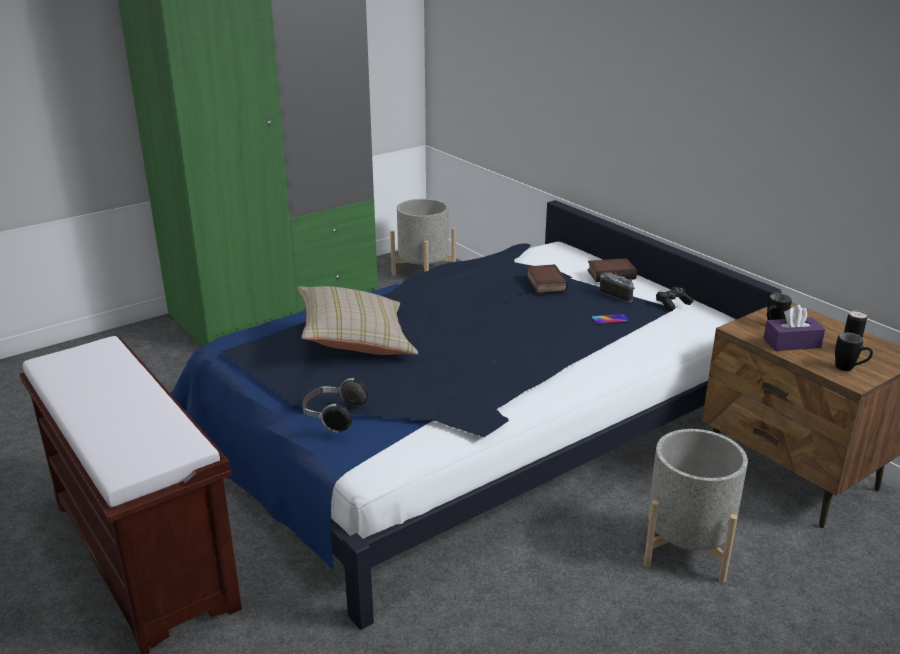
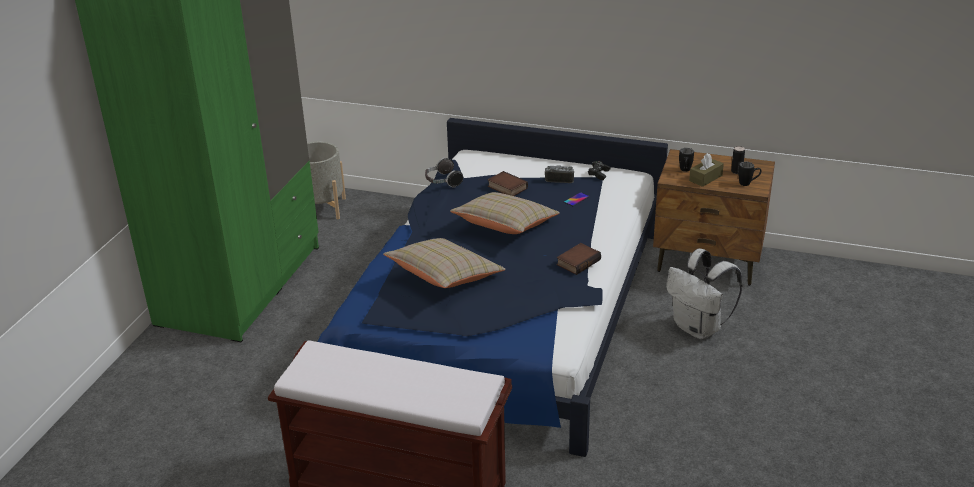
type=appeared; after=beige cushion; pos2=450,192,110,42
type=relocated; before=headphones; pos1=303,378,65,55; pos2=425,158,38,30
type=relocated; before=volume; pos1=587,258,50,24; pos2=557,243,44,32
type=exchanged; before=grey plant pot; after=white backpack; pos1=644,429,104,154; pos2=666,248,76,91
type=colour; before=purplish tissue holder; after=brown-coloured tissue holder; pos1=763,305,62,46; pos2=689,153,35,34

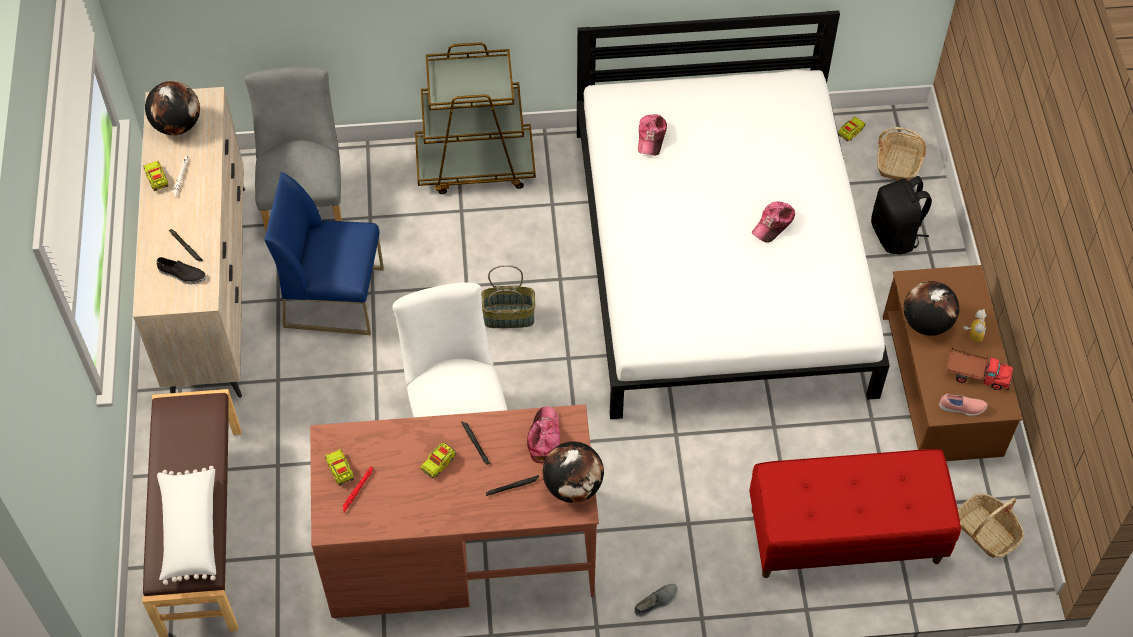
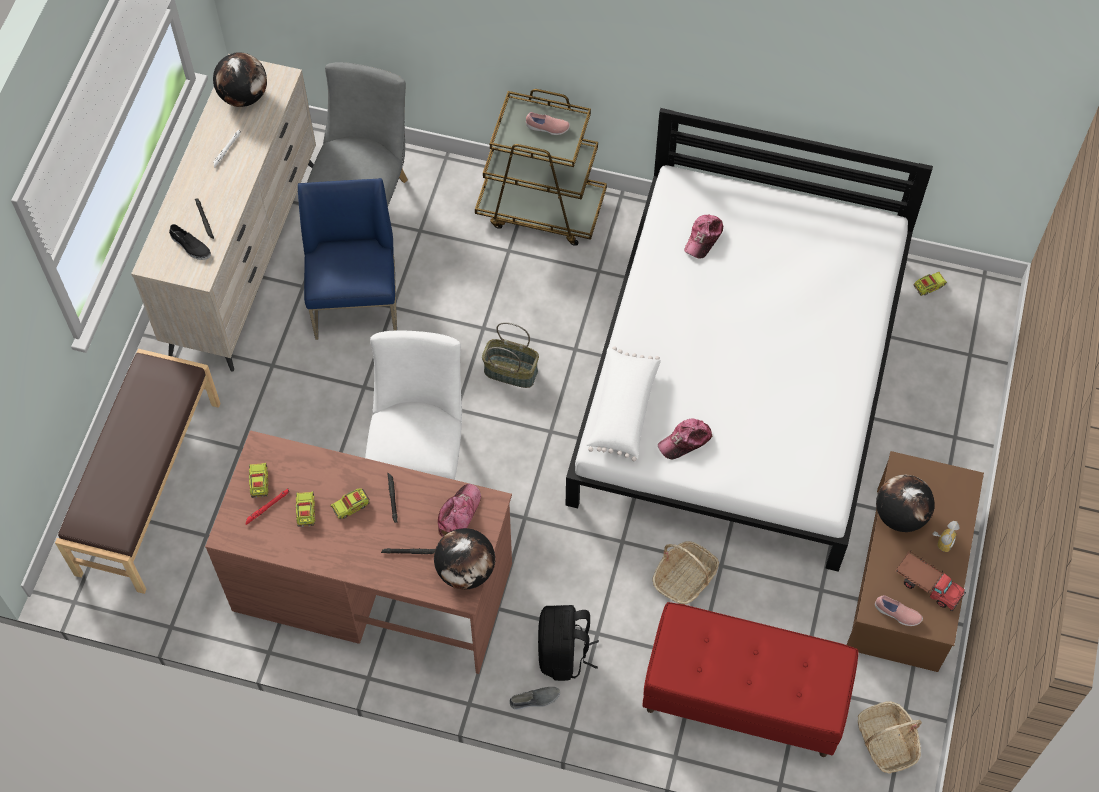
type=appeared; after=pinkish low shoe; pos2=526,112,44,23
type=relocated; before=model truck; pos1=143,161,26,30; pos2=296,491,19,36
type=relocated; before=white cushion; pos1=157,466,59,119; pos2=586,346,75,115
type=relocated; before=baseball cap; pos1=752,201,43,42; pos2=658,418,55,41
type=relocated; before=black-coloured backpack; pos1=871,176,61,79; pos2=538,605,61,76
type=relocated; before=basket; pos1=877,127,49,54; pos2=652,541,67,64
type=spun; before=blue upright chair; pos1=264,172,120,163; pos2=298,178,99,162; turn=60

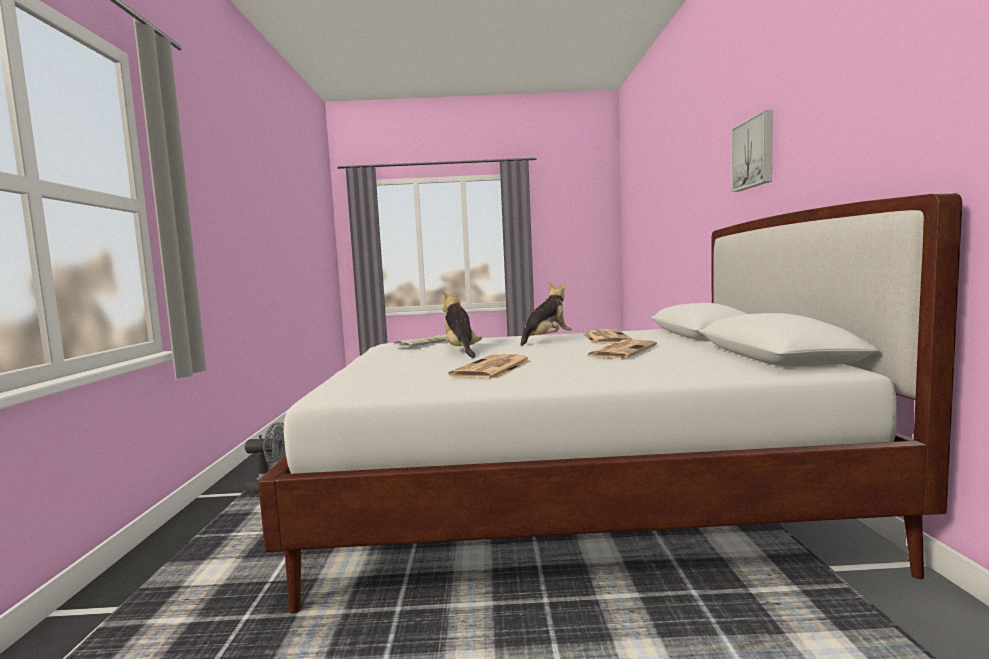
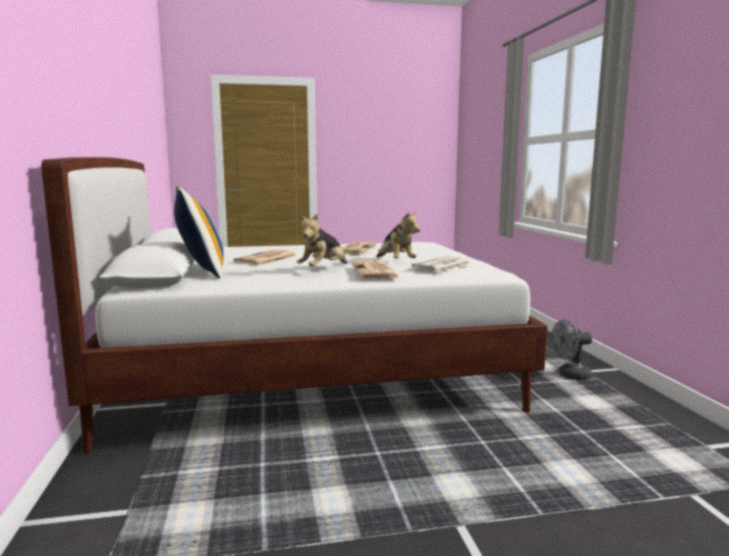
type=missing; before=picture; pos1=731,110,42,82
type=appeared; after=cushion; pos2=174,186,50,93
type=relocated; before=printed paper; pos1=584,329,48,15; pos2=352,260,48,19

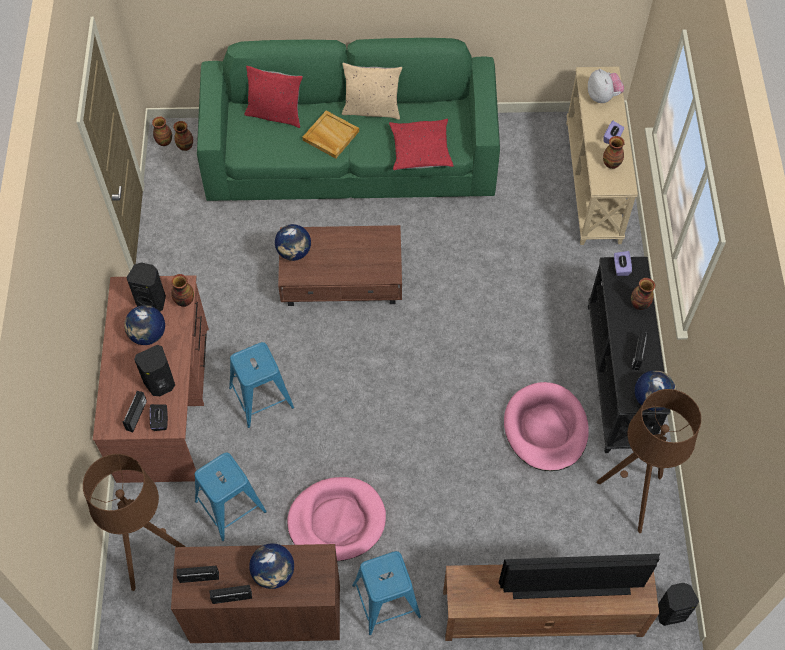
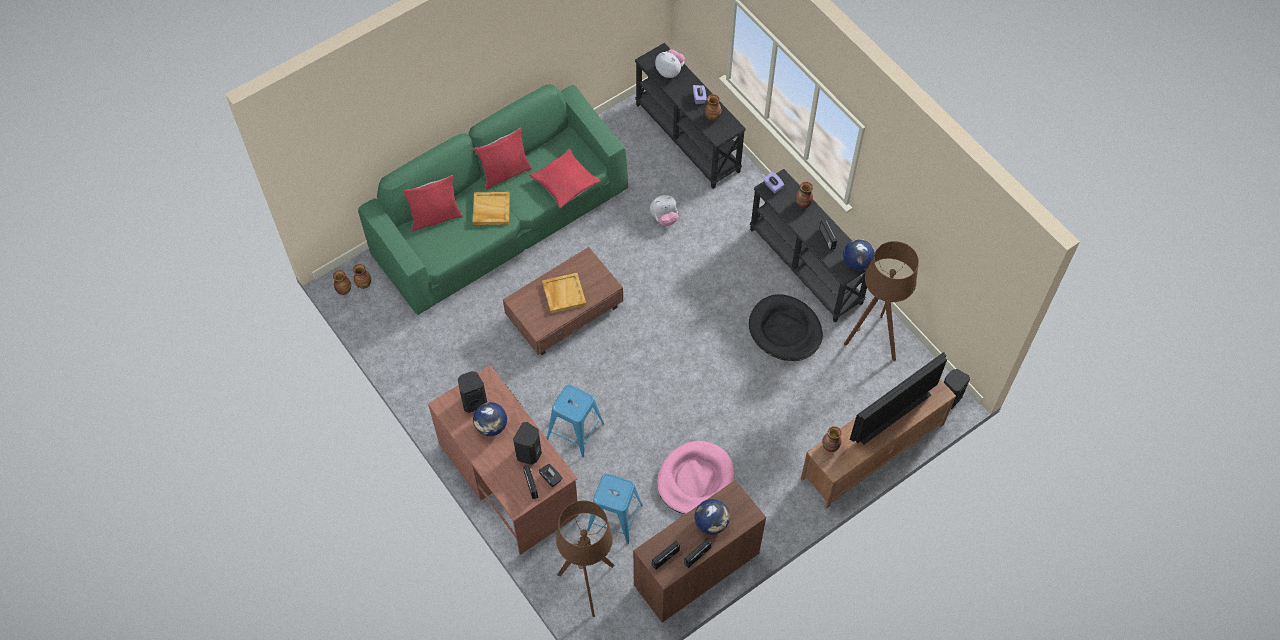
type=missing; before=desk globe; pos1=275,224,36,37
type=missing; before=blue stool; pos1=352,551,69,84
type=appeared; after=beige carrying tray; pos2=542,273,44,40
type=appeared; after=cuddly toy; pos2=650,195,28,31
type=relocated; before=decorative vase; pos1=171,274,23,33; pos2=822,426,20,26
type=colour; before=beige cushion; after=reddish cushion; pos1=342,63,60,57; pos2=474,128,58,61
type=colour; before=pinkish dog bed; after=black-coloured dog bed; pos1=504,382,85,89; pos2=749,294,74,67
type=colour; before=beige hall table; after=black-coloured hall table; pos1=566,67,72,178; pos2=635,43,111,146

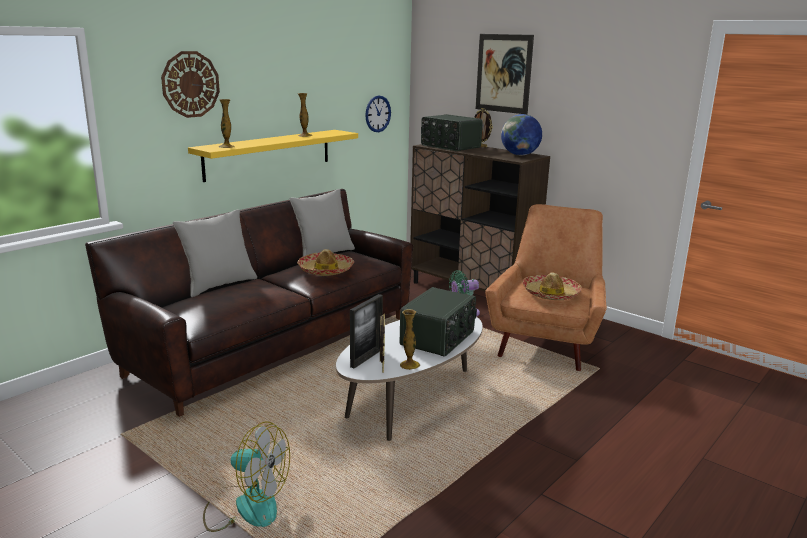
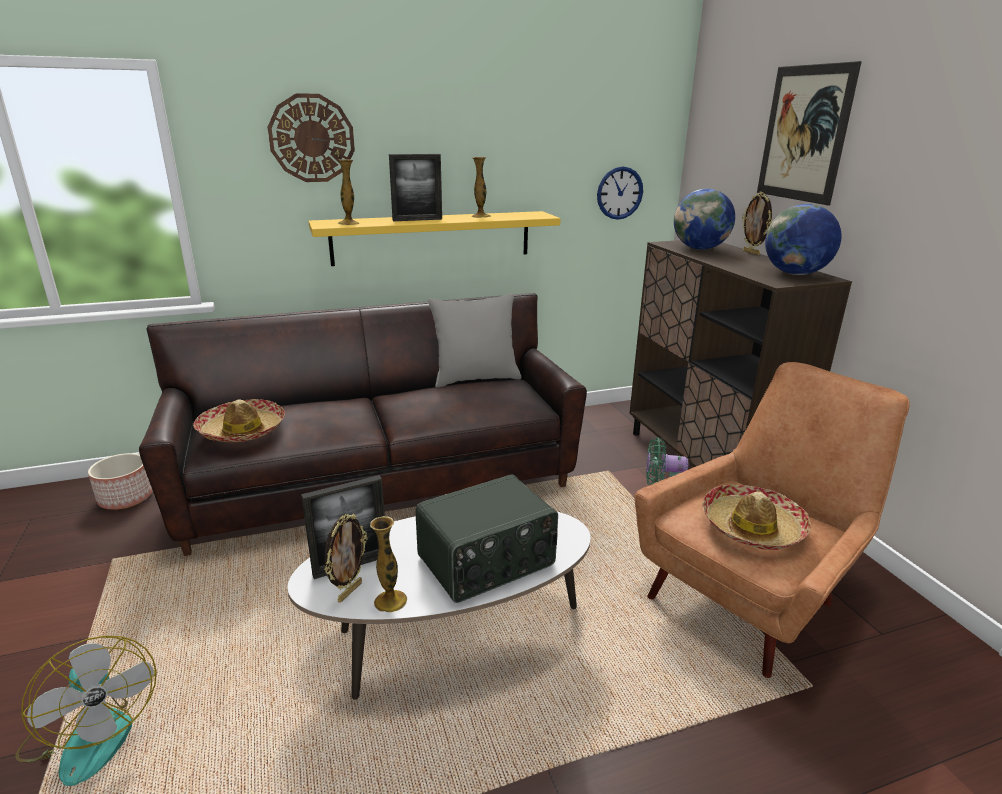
type=missing; before=grey cushion; pos1=173,209,84,88
type=appeared; after=plant pot; pos2=88,453,65,57
type=appeared; after=picture frame; pos2=389,154,53,67
type=relocated; before=hat; pos1=297,249,57,27; pos2=193,399,92,43
type=exchanged; before=radio; after=desk globe; pos1=421,114,62,37; pos2=674,189,61,61

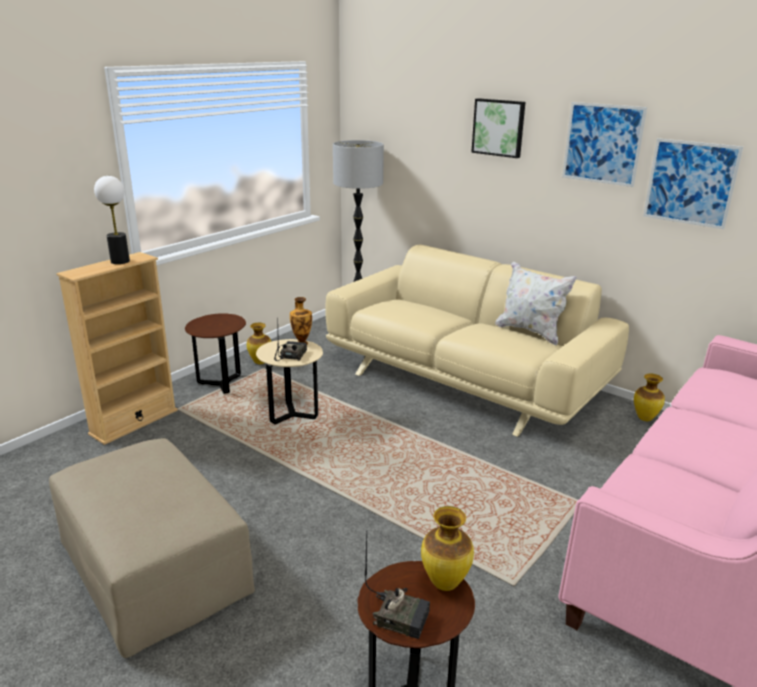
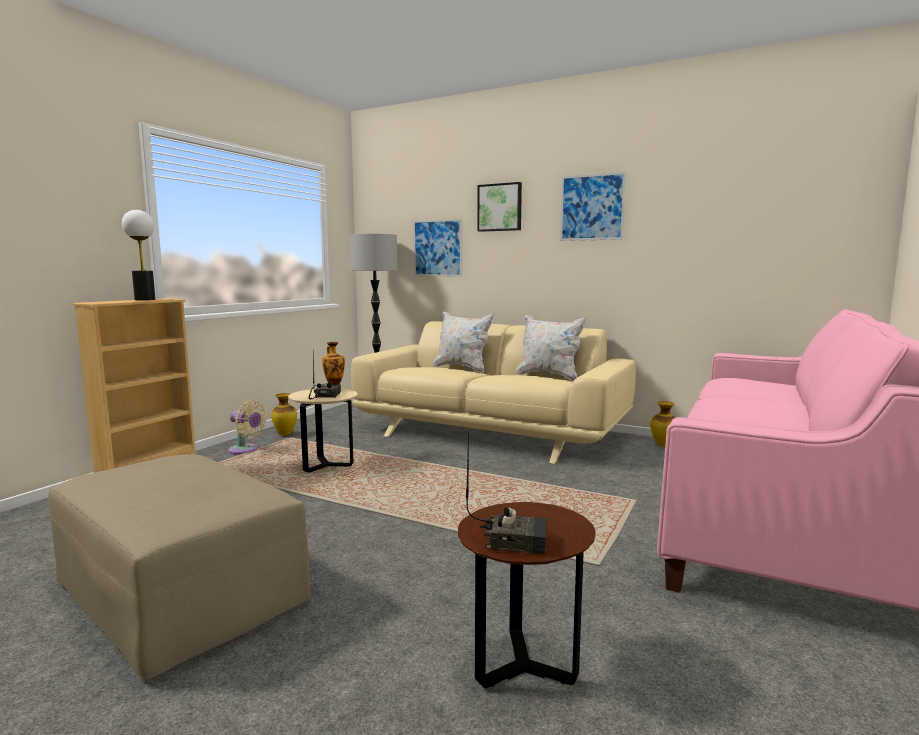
type=missing; before=decorative vase; pos1=421,506,53,85
type=appeared; after=white cushion; pos2=432,312,62,61
type=relocated; before=picture; pos1=643,138,100,91; pos2=413,219,49,57
type=exchanged; before=brown-coloured accent table; after=beige cooling fan; pos1=185,313,61,81; pos2=228,400,39,55

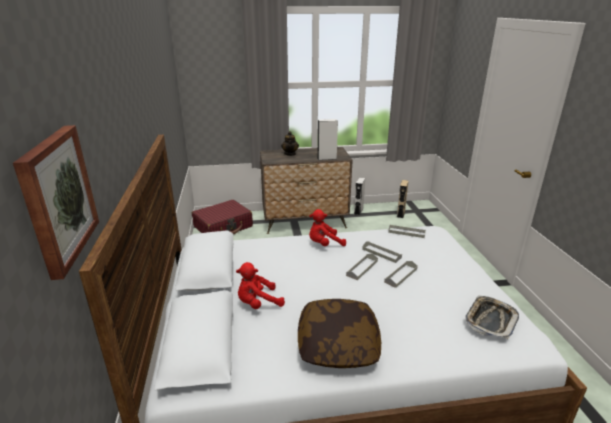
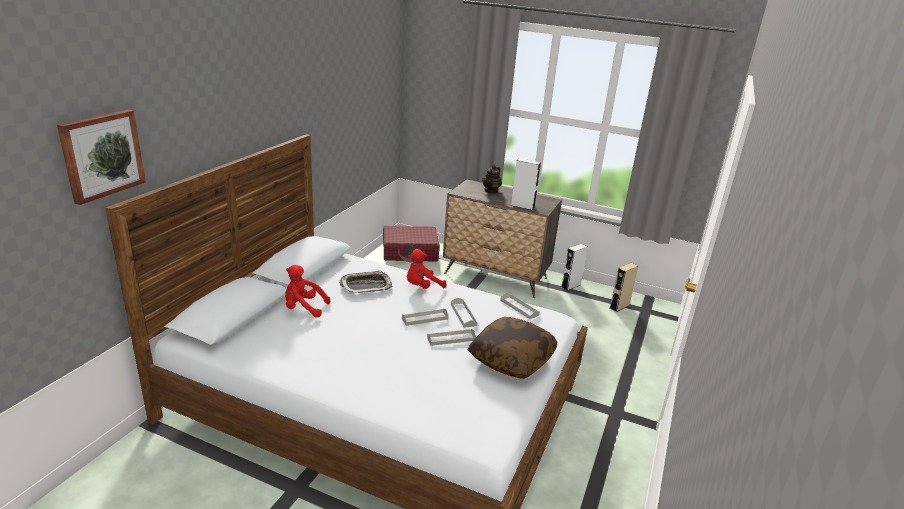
type=relocated; before=cushion; pos1=298,299,83,69; pos2=468,317,89,62
type=relocated; before=carrying tray; pos1=465,296,54,43; pos2=339,271,53,22
type=spun; before=reddish cuddly toy; pos1=309,209,37,37; pos2=407,249,39,40; turn=-45

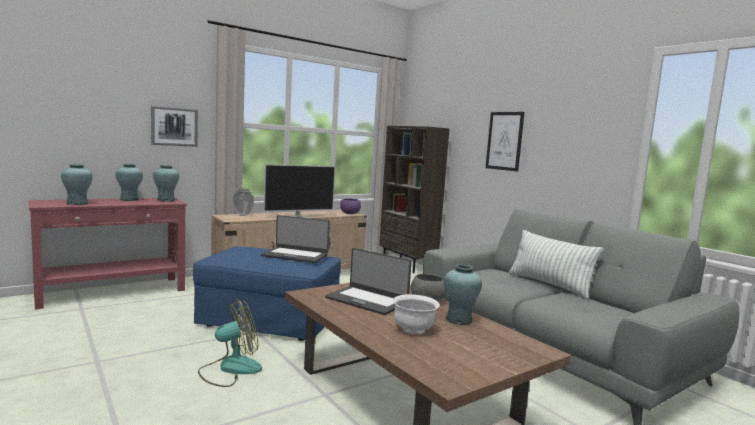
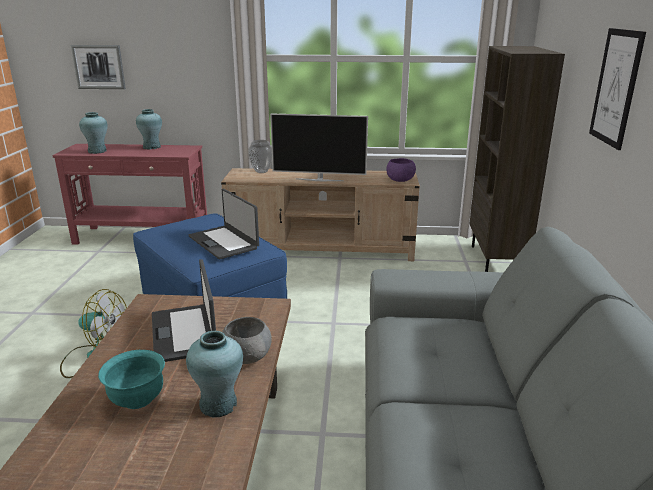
type=missing; before=blue-green decorative vase; pos1=153,165,26,37
type=missing; before=cushion; pos1=509,230,94,69
type=relocated; before=picture; pos1=151,106,47,41; pos2=71,45,55,44
type=colour; before=white deep dish; after=blue-green deep dish; pos1=393,294,47,40; pos2=98,350,67,59

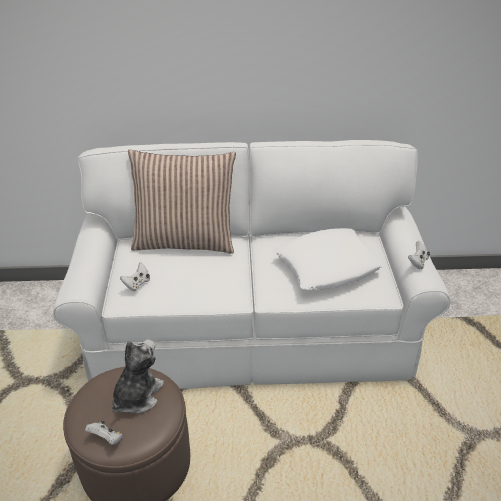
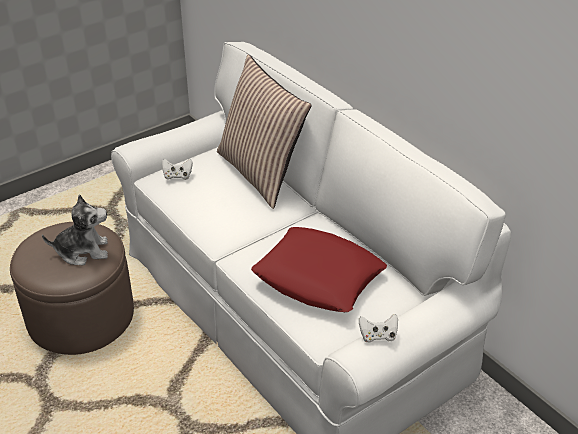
type=missing; before=white game controller; pos1=85,421,38,24
type=colour; before=white cushion; after=reddish cushion; pos1=275,228,109,62; pos2=251,227,136,85

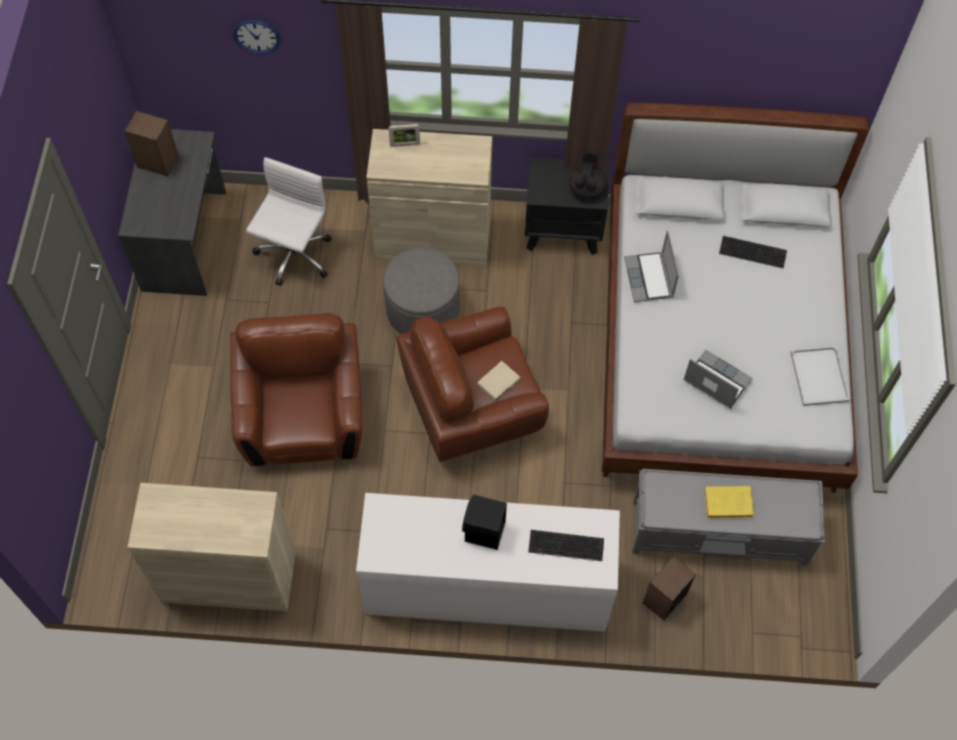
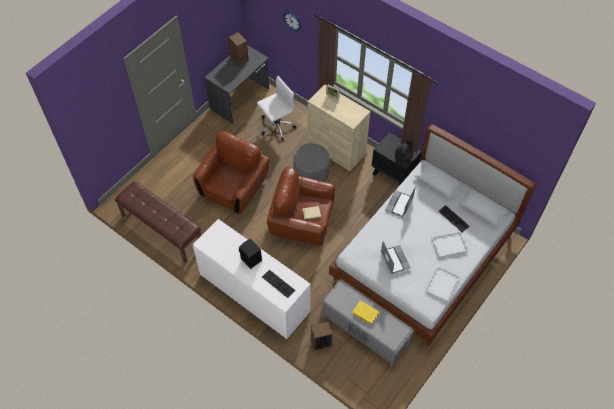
type=appeared; after=white carrying tray; pos2=431,232,36,26
type=exchanged; before=beige cabinet; after=brown-coloured bench; pos1=128,483,168,129; pos2=115,181,86,82

